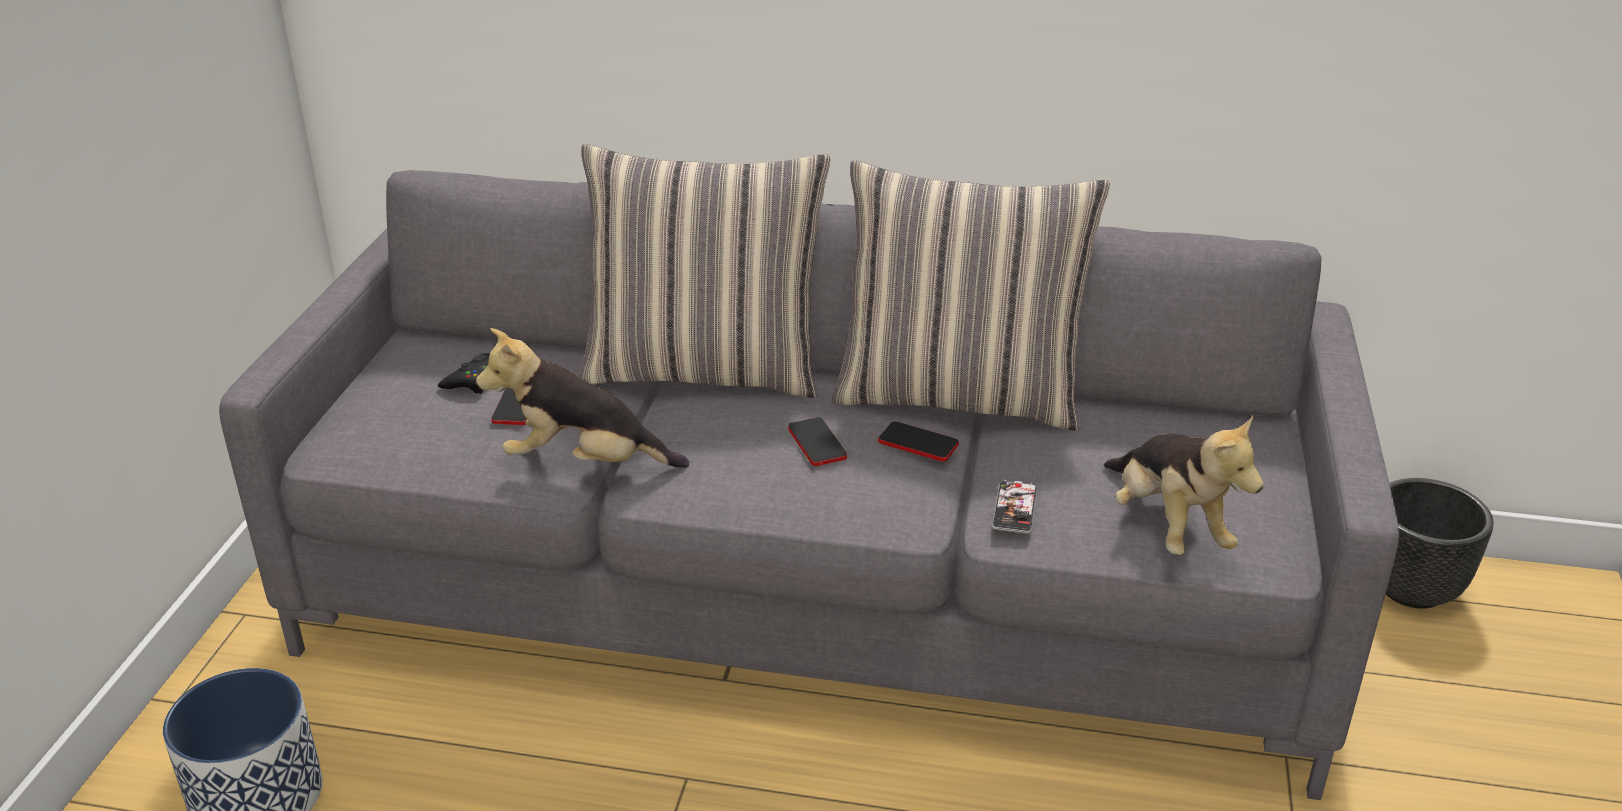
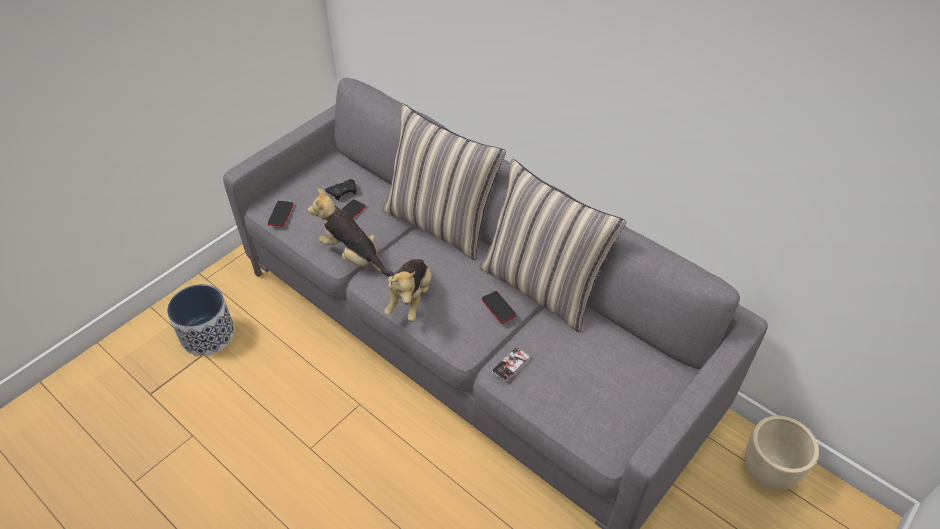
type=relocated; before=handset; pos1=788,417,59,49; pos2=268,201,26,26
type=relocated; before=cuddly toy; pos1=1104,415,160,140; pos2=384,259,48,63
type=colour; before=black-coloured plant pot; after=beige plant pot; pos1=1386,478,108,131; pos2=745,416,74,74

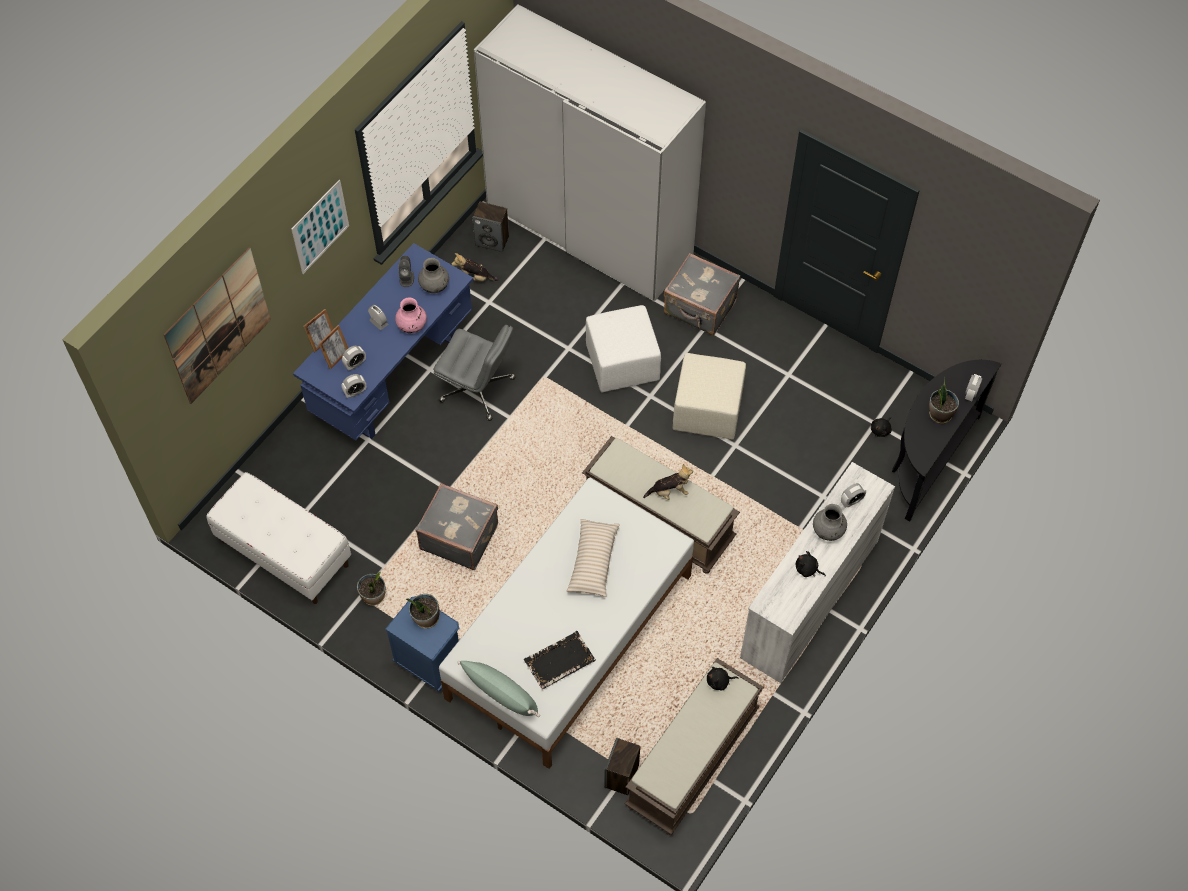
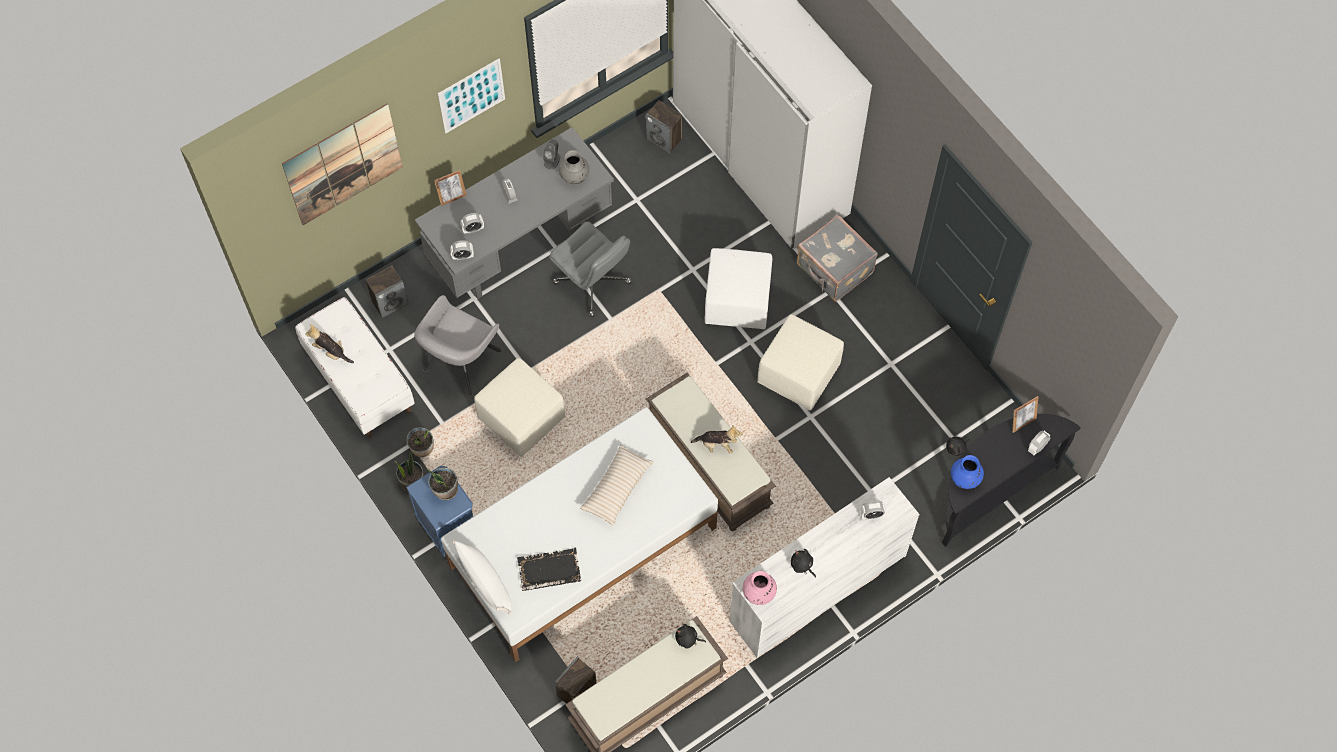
type=missing; before=grey decorative vase; pos1=813,504,34,37
type=appeared; after=loudspeaker; pos2=366,266,43,52
type=appeared; after=grey armchair; pos2=414,295,88,101
type=appeared; after=blue decorative vase; pos2=951,455,33,34
type=relocated; before=picture frame; pos1=319,325,29,45; pos2=1012,396,26,37
type=relocated; before=pinkish decorative vase; pos1=395,297,32,36; pos2=743,571,34,34
type=relocated; before=cuddly toy; pos1=452,253,47,28; pos2=305,325,49,38
type=relocated; before=houseplant; pos1=929,377,30,47; pos2=394,451,30,41
type=exchanged; before=grey travel case; after=beige footrest; pos1=416,483,82,87; pos2=474,358,91,99
type=colour; before=blue desk table; after=grey desk table; pos1=293,243,180,197; pos2=415,127,199,172
type=colour; before=green-coloured cushion; after=white cushion; pos1=458,661,82,56; pos2=453,540,59,75

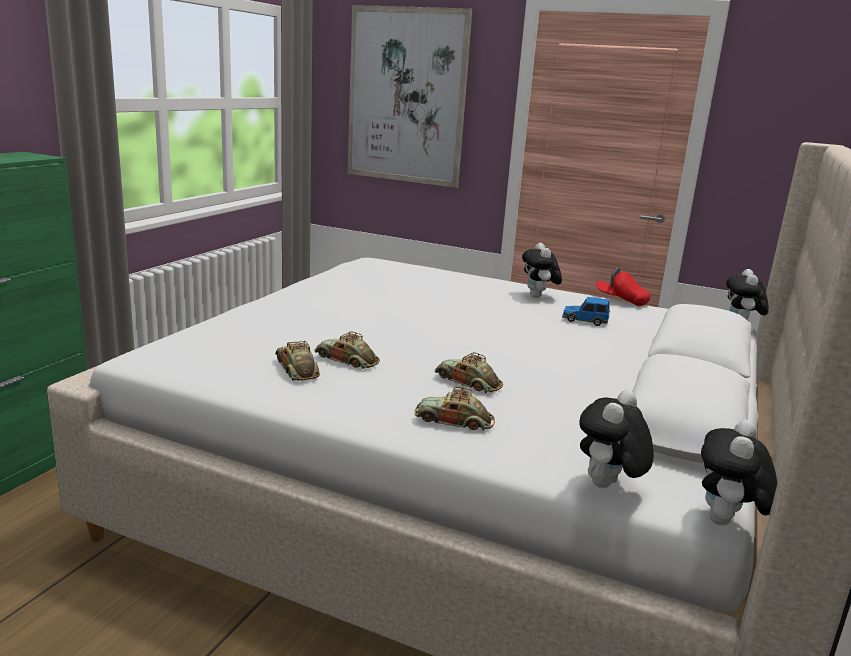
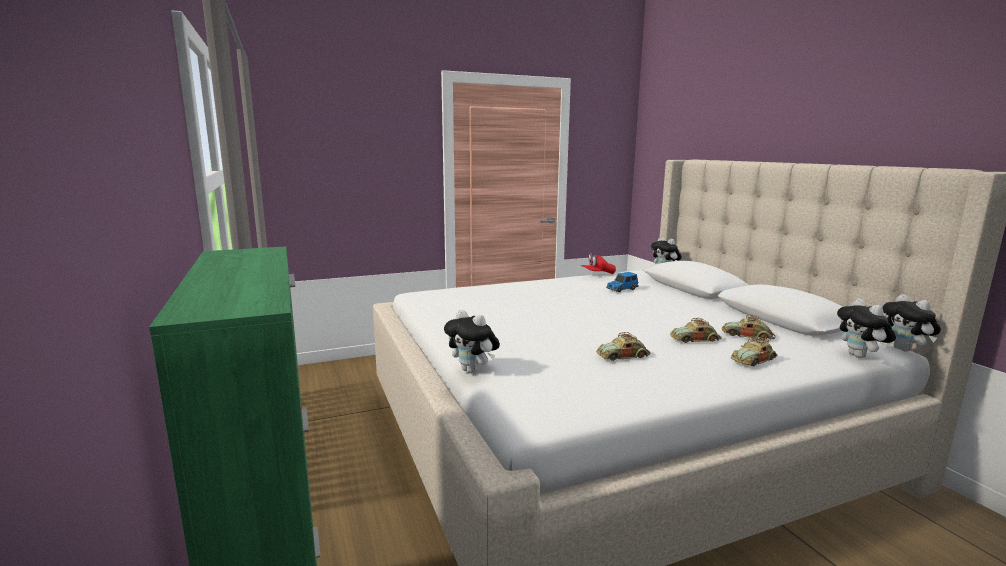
type=missing; before=picture; pos1=347,5,125,183
type=relocated; before=model car; pos1=275,341,45,40; pos2=722,315,54,25
type=relocated; before=cuddly toy; pos1=522,243,40,55; pos2=444,310,56,63

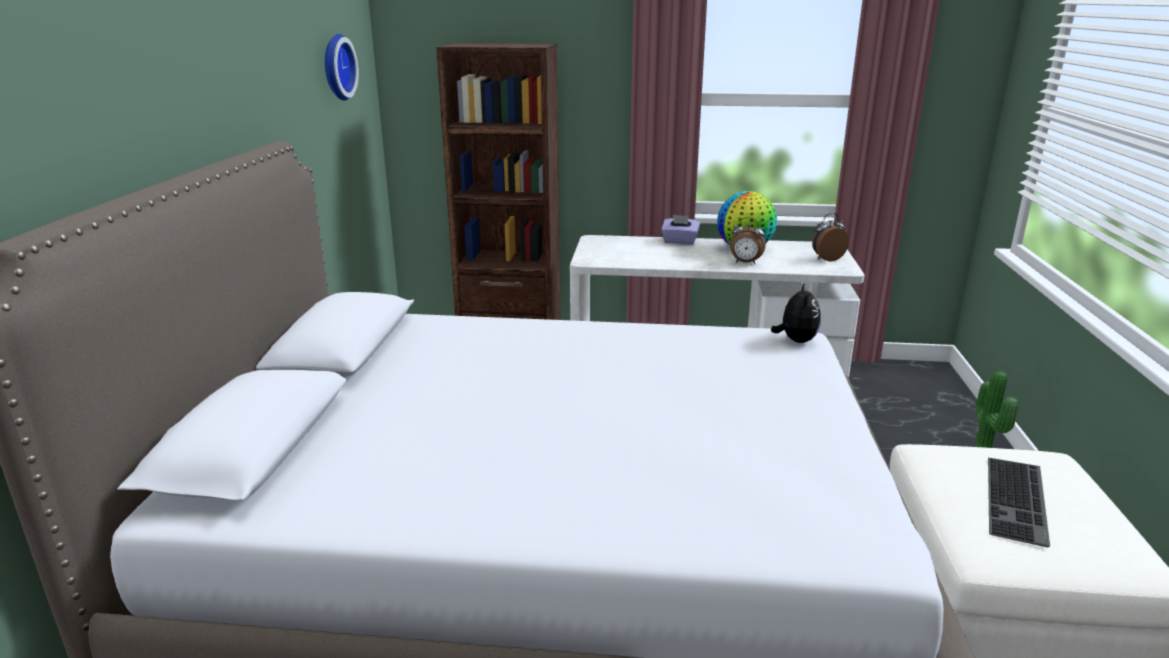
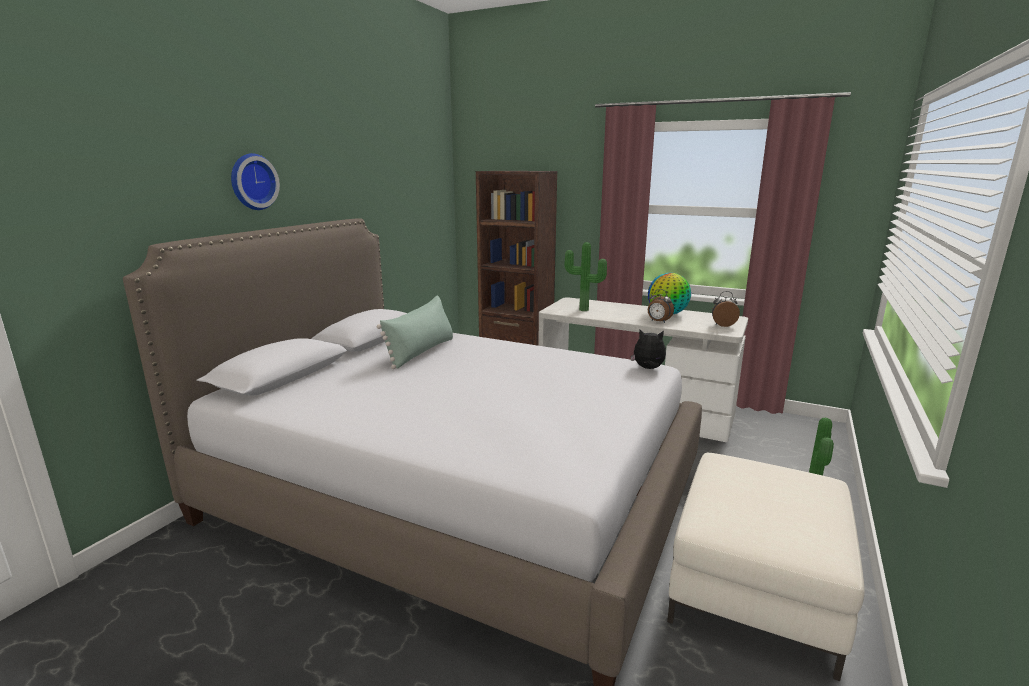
type=missing; before=purplish tissue holder; pos1=662,215,38,30
type=missing; before=keyboard; pos1=988,458,62,89
type=appeared; after=green-coloured cushion; pos2=377,295,76,74
type=appeared; after=houseplant; pos2=564,242,43,69
type=relocated; before=hanging clock; pos1=325,34,34,67; pos2=231,153,49,57
type=spun; before=cuddly toy; pos1=771,284,50,59; pos2=631,329,35,40; turn=-105

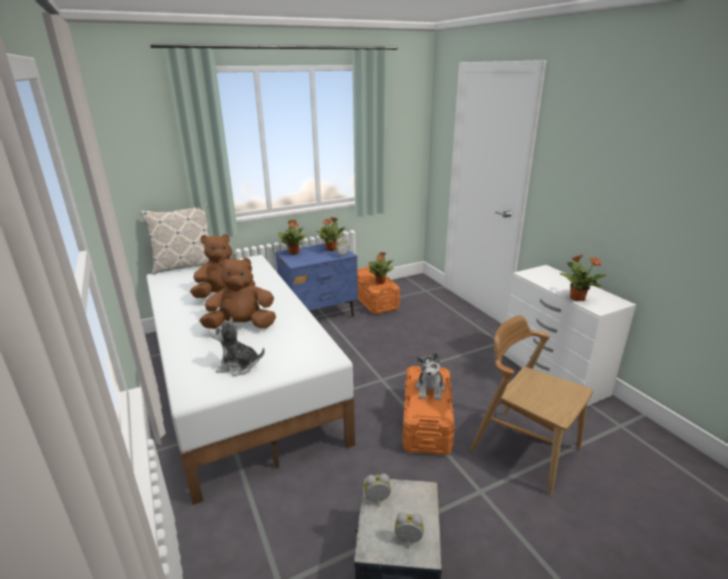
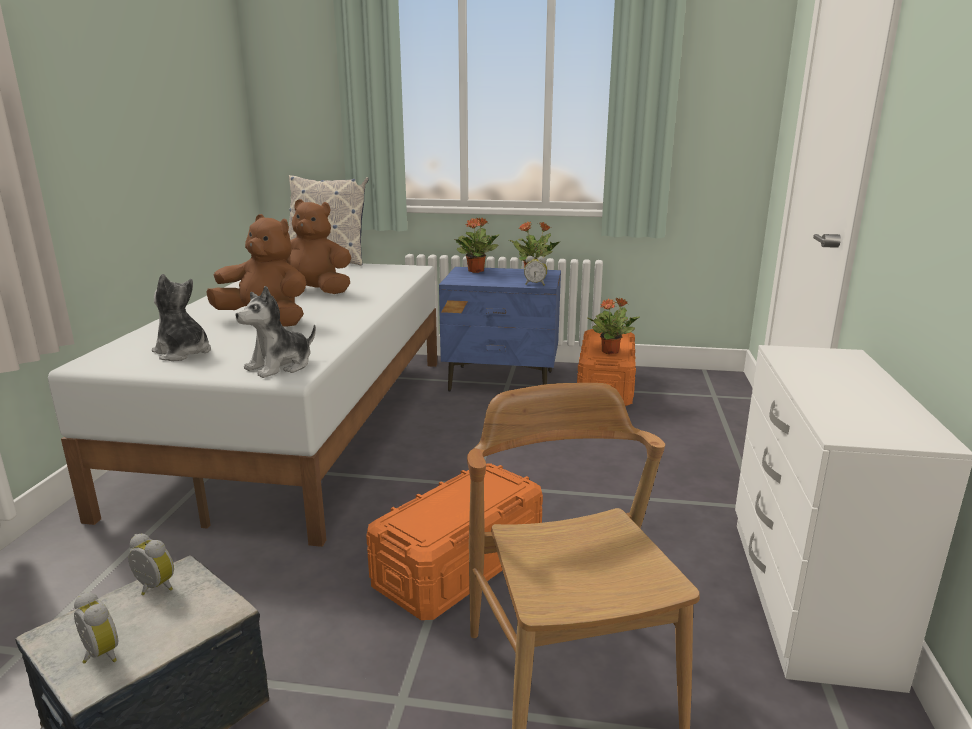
type=missing; before=houseplant; pos1=559,254,48,47
type=relocated; before=cuddly toy; pos1=416,352,29,48; pos2=235,286,81,92

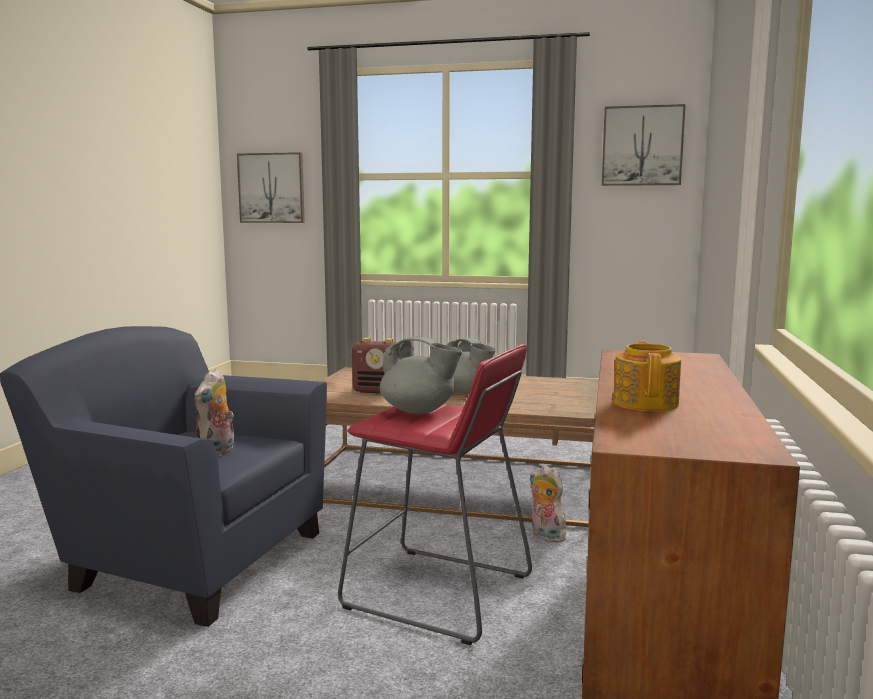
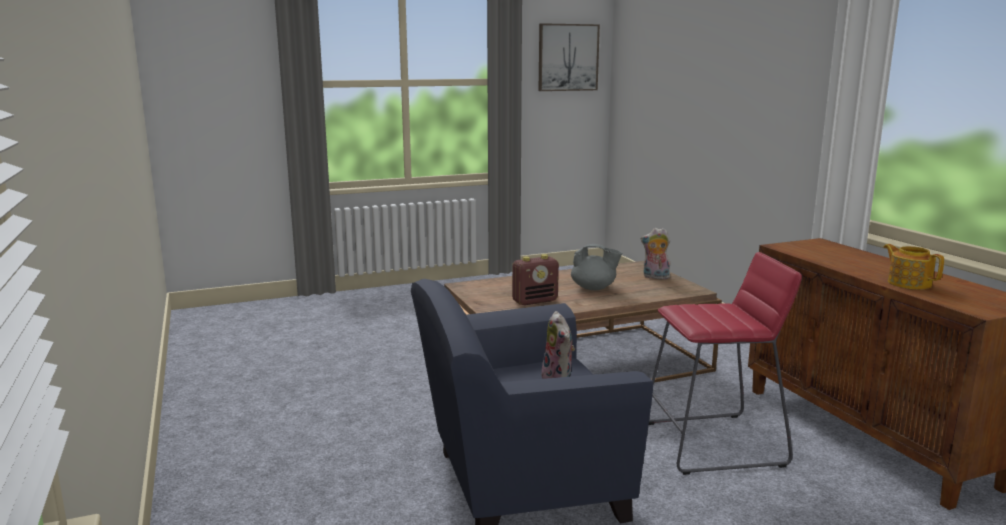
type=missing; before=picture; pos1=237,152,68,71
type=missing; before=grey tea pot; pos1=380,337,82,77
type=relocated; before=cuddly toy; pos1=530,465,36,78; pos2=641,228,29,51

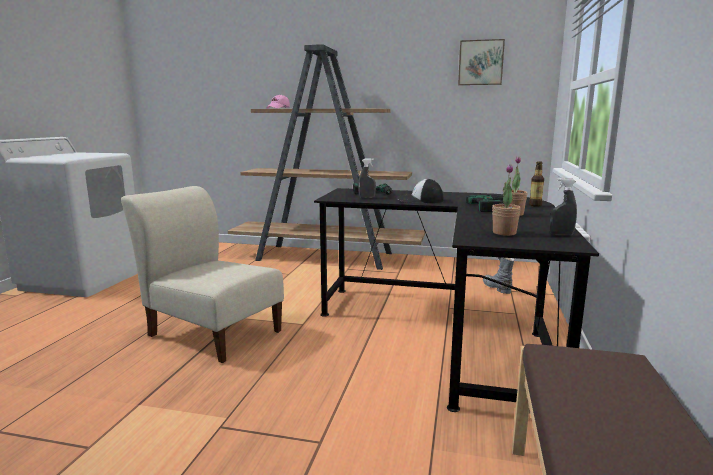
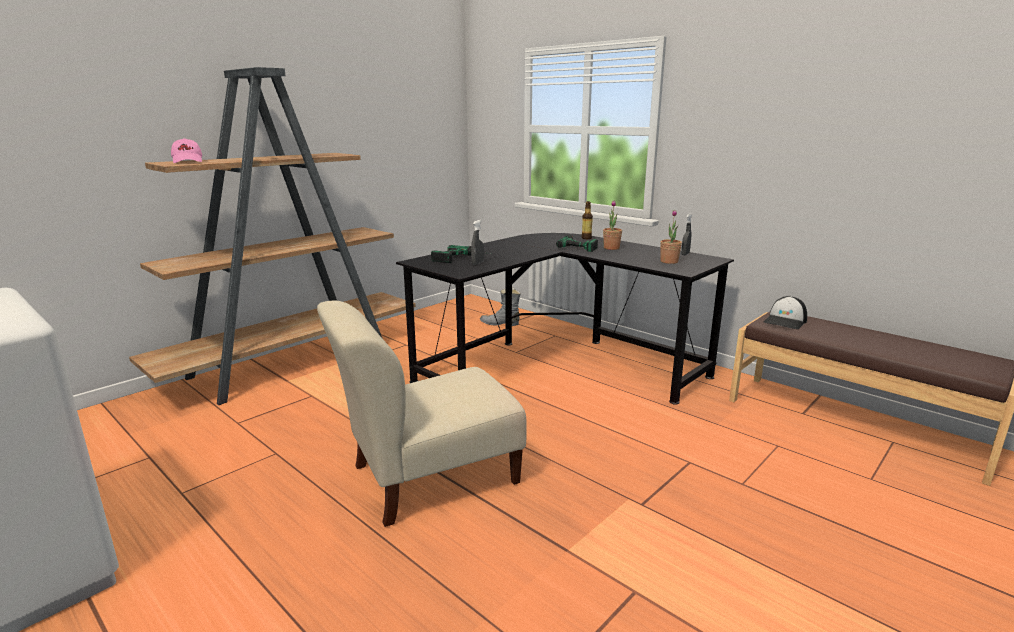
type=missing; before=picture; pos1=458,39,47,46
type=relocated; before=baseball cap; pos1=397,179,46,24; pos2=764,296,43,33

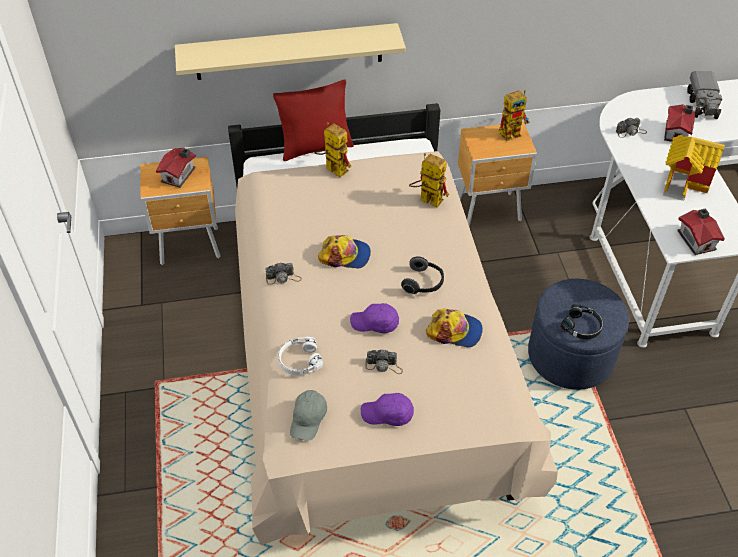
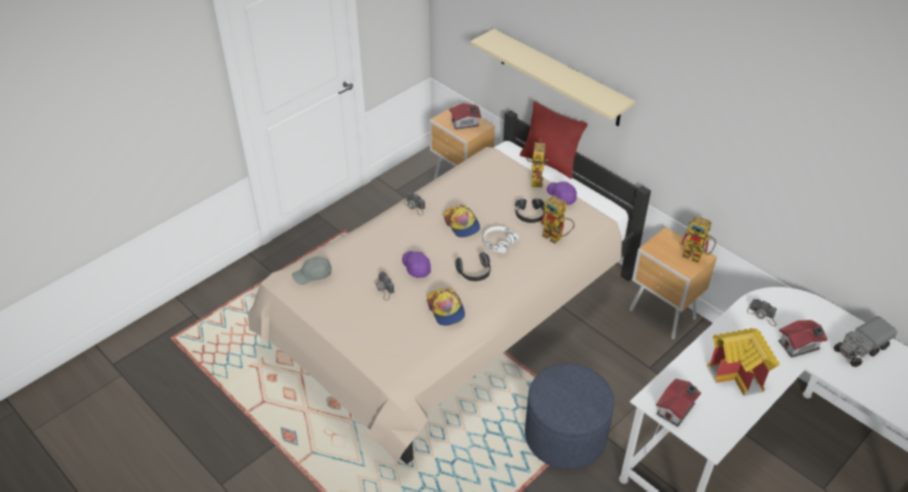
type=relocated; before=white headphones; pos1=278,337,45,38; pos2=483,226,36,27
type=relocated; before=purplish baseball cap; pos1=361,393,53,33; pos2=547,182,30,23
type=relocated; before=black-coloured headphones; pos1=561,304,42,35; pos2=515,199,30,24
type=spun; before=robot figure; pos1=409,153,40,55; pos2=540,195,35,49; turn=135

